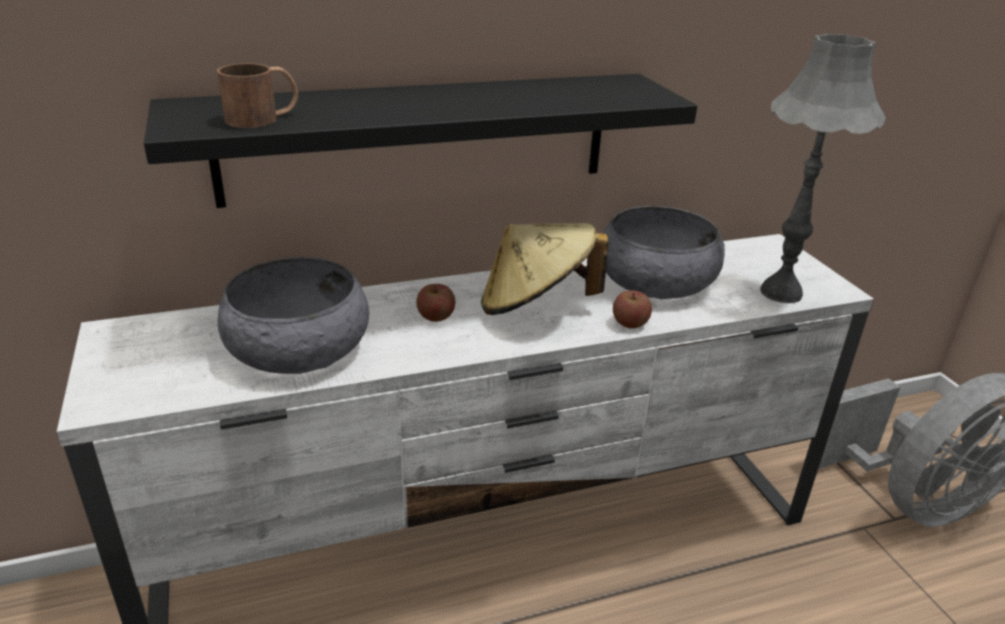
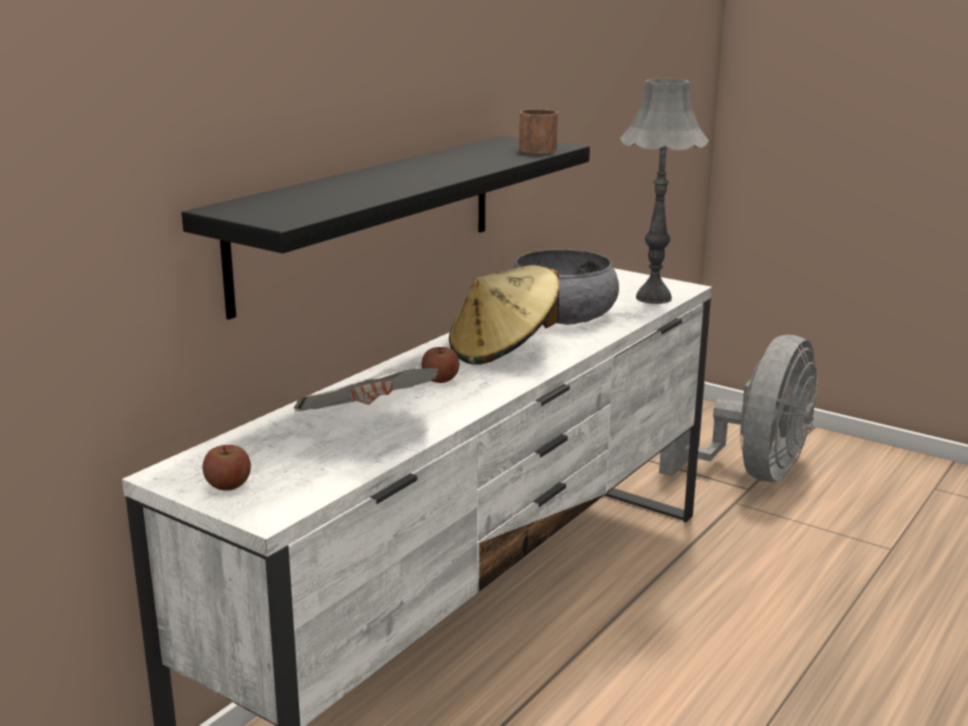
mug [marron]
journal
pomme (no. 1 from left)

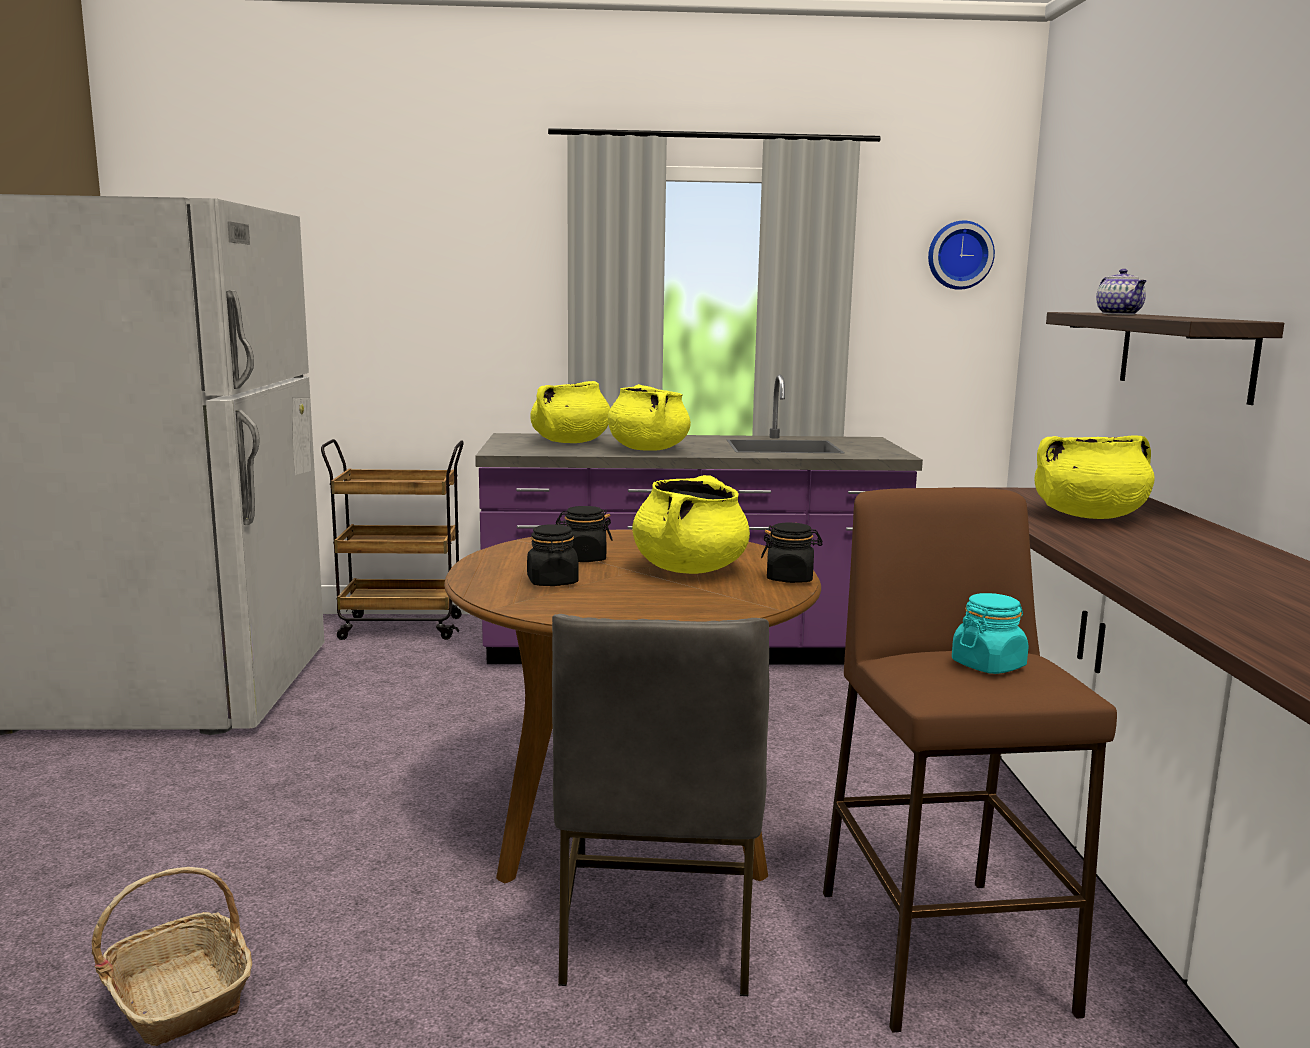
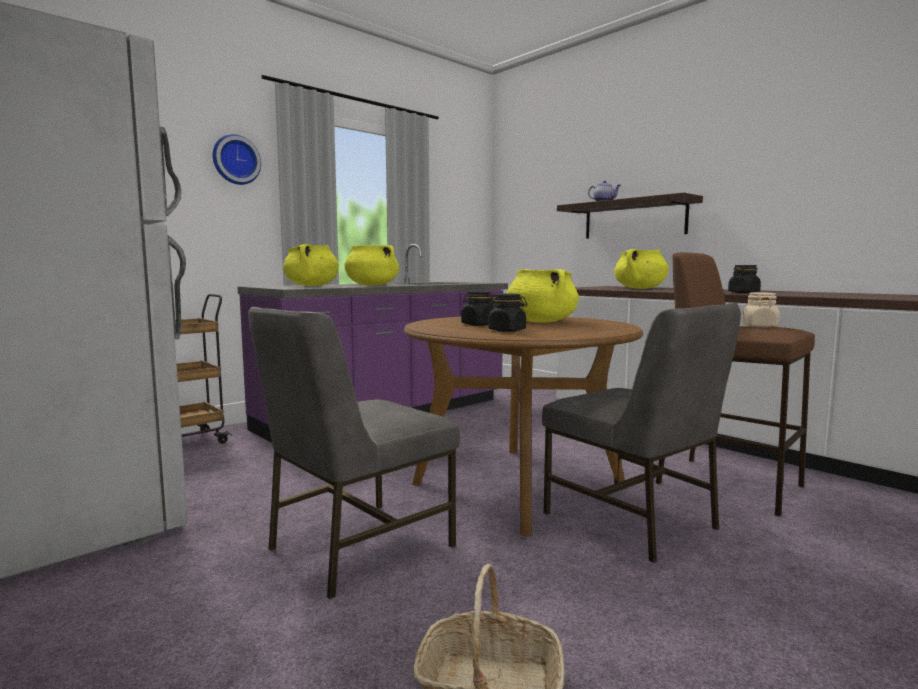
bocal [noir] (no. 3 from left)
horloge murale
bocal [beige]
chaise [gris] (no. 1 from left)

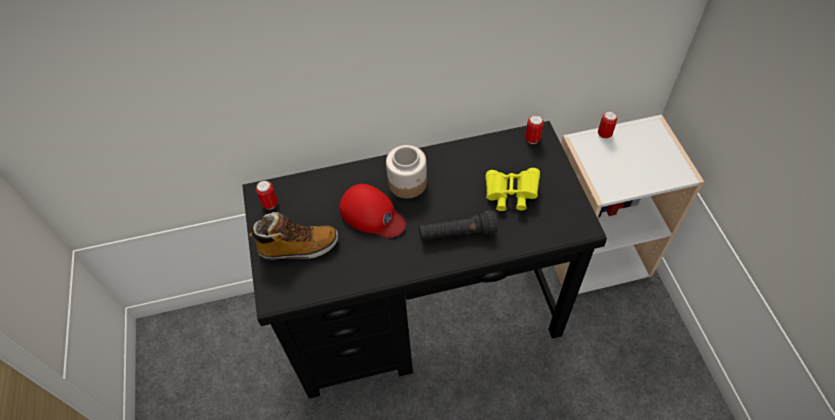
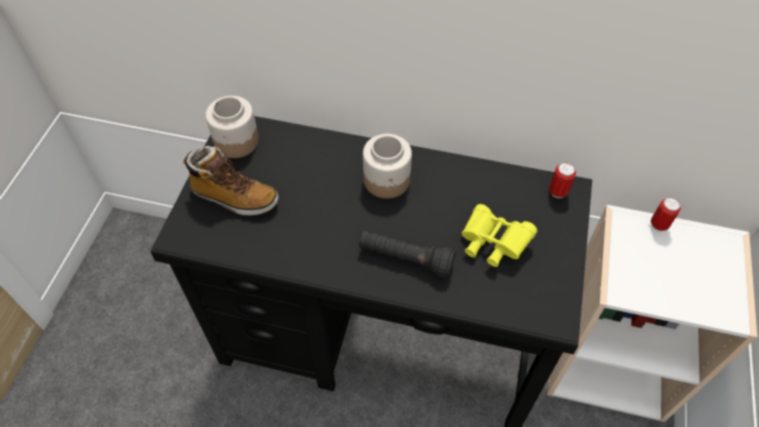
bocal (no. 1 from left)
casquette [rouge]

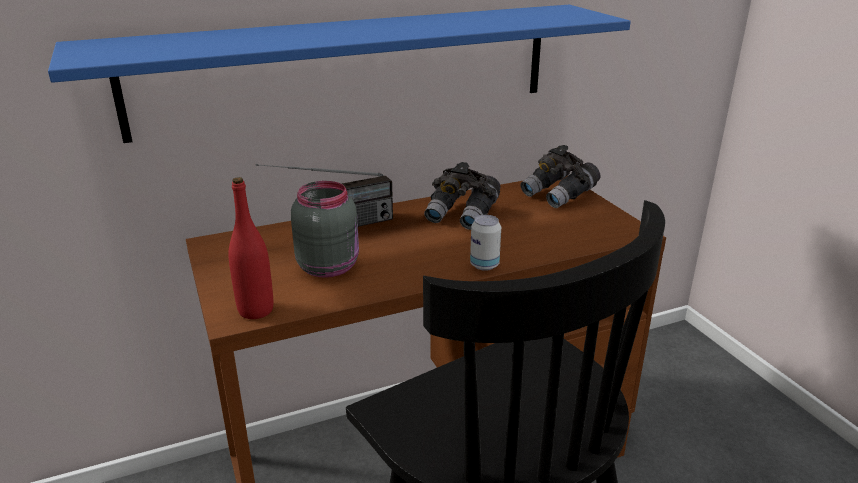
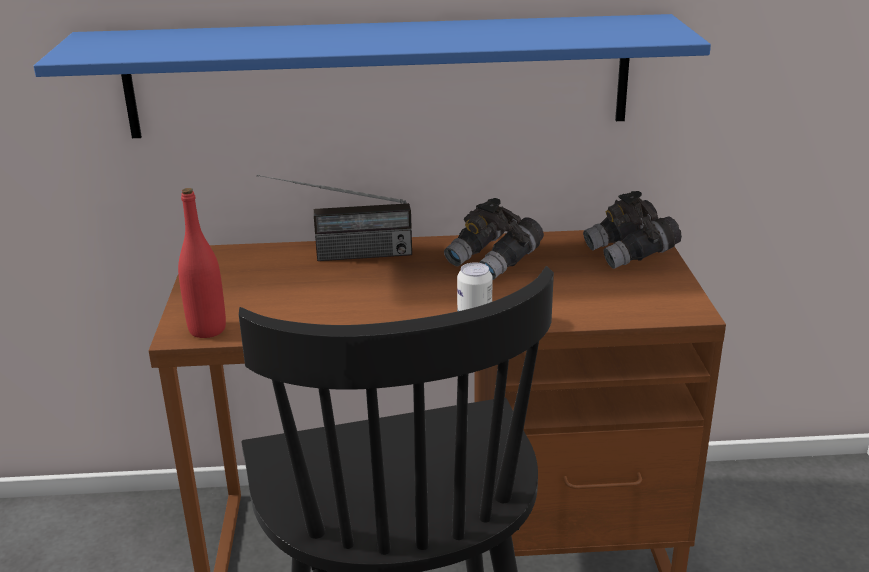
bocal [gris]

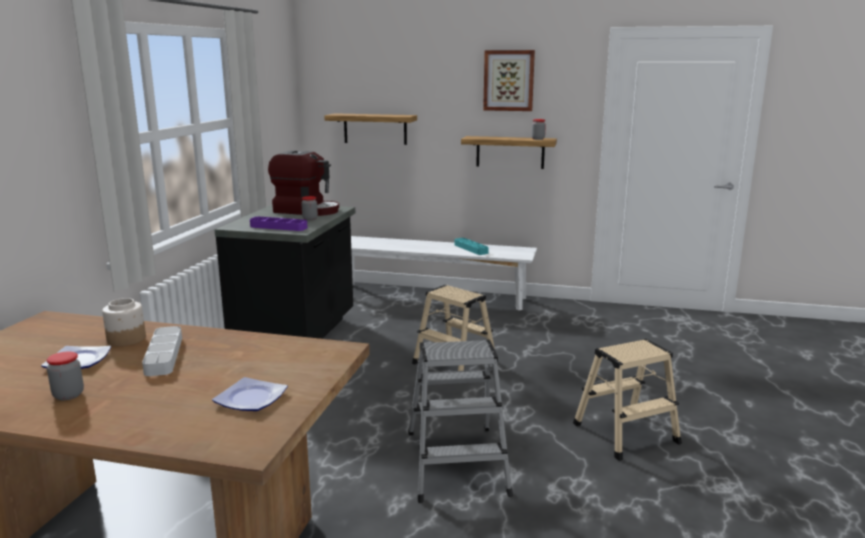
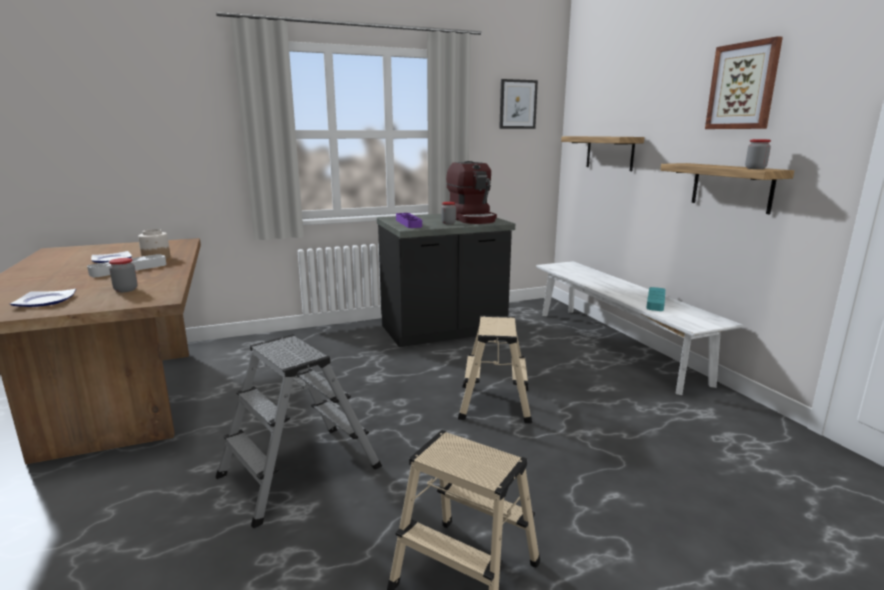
bocal (no. 1 from left)
tableau (no. 1 from left)

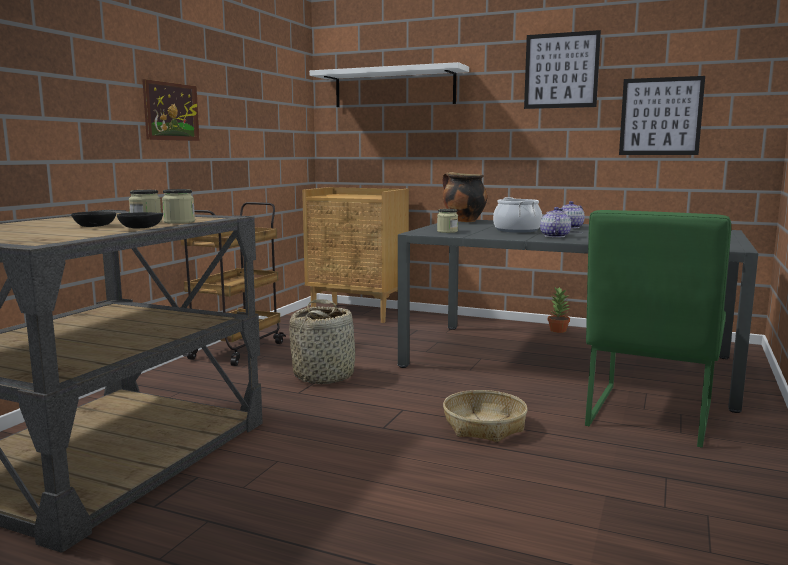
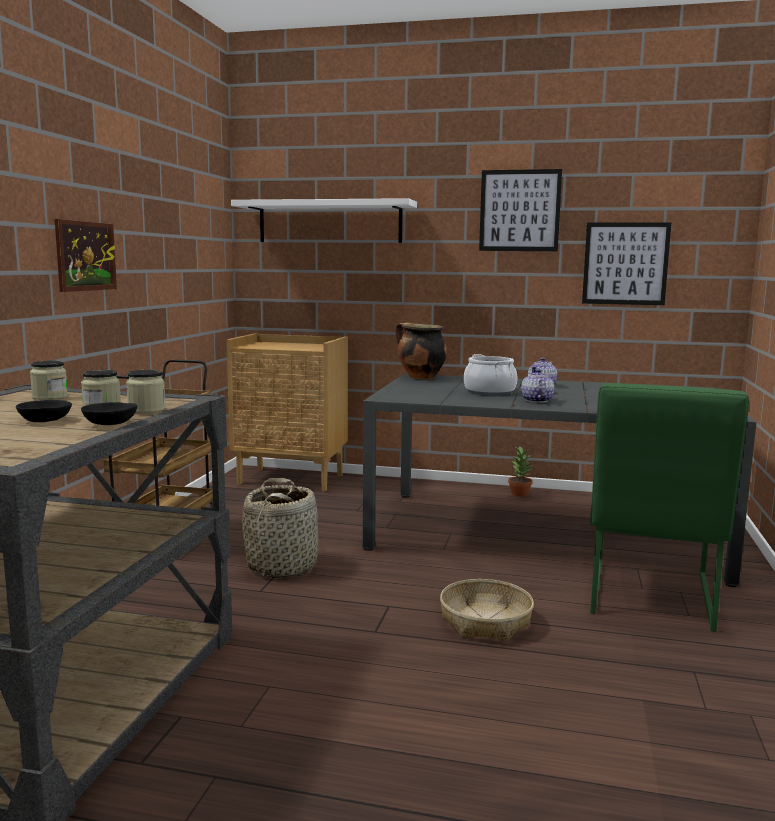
bocal (no. 1 from left)

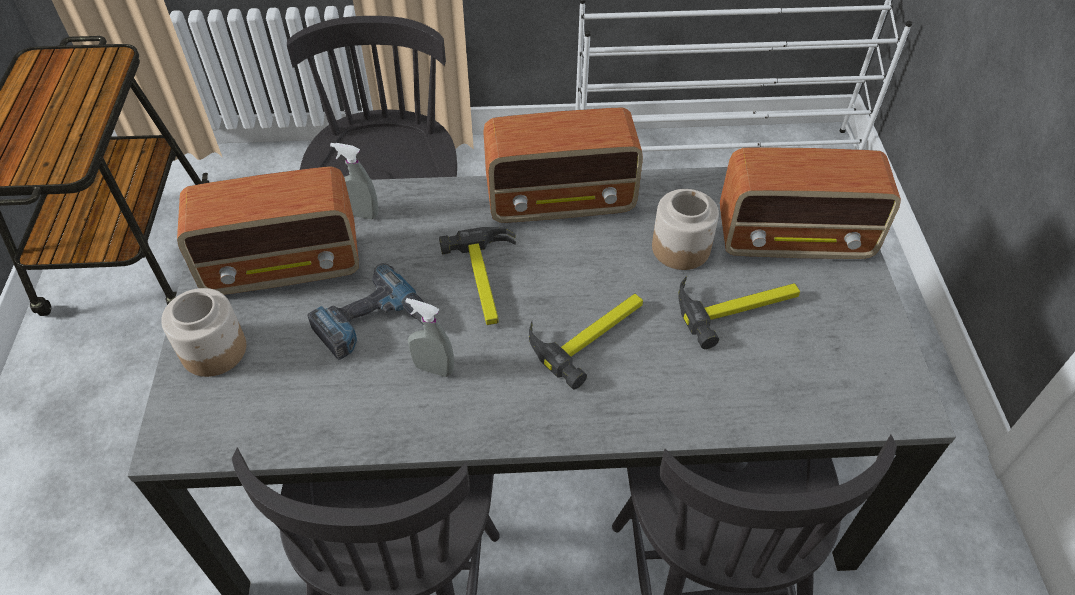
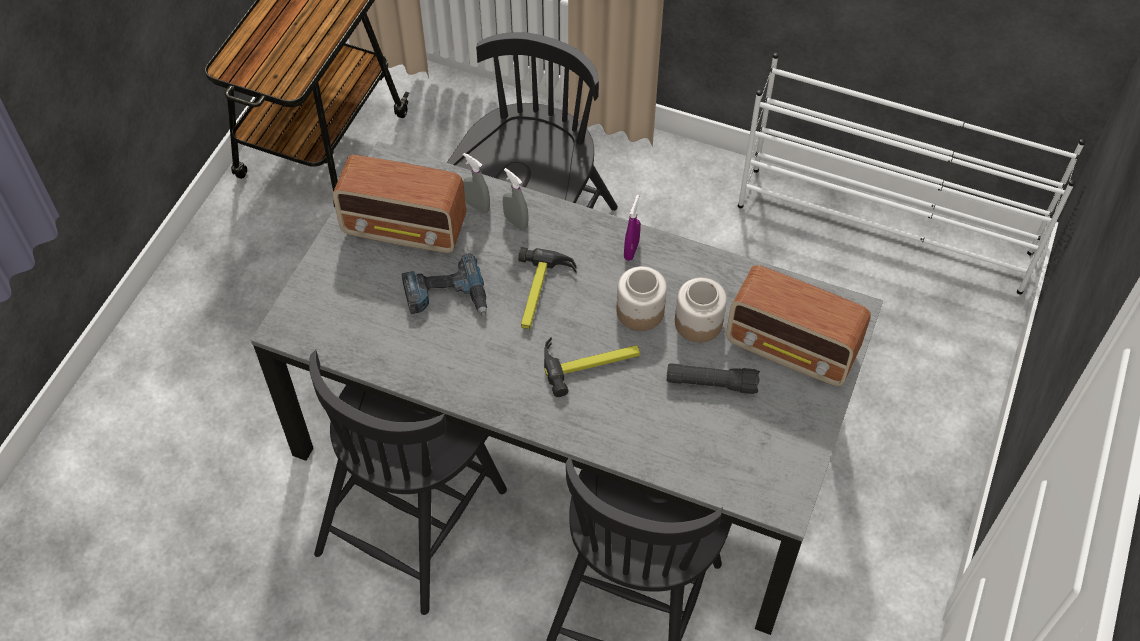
bocal (no. 1 from left)
vaporisateur [gris] (no. 2 from left)
vaporisateur [violet]
lampe de poche [noir]

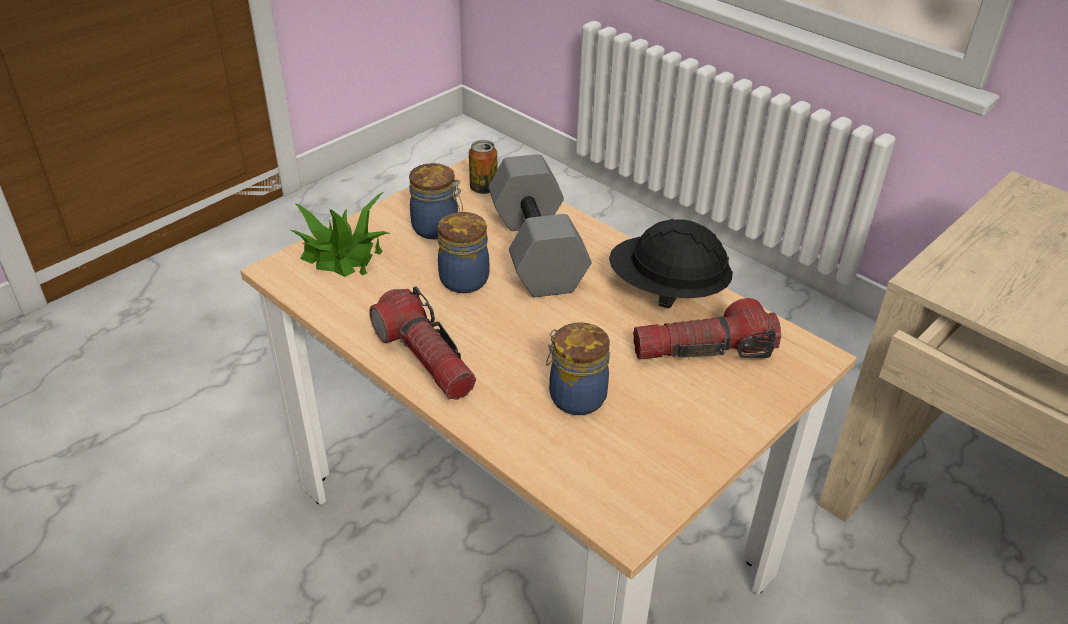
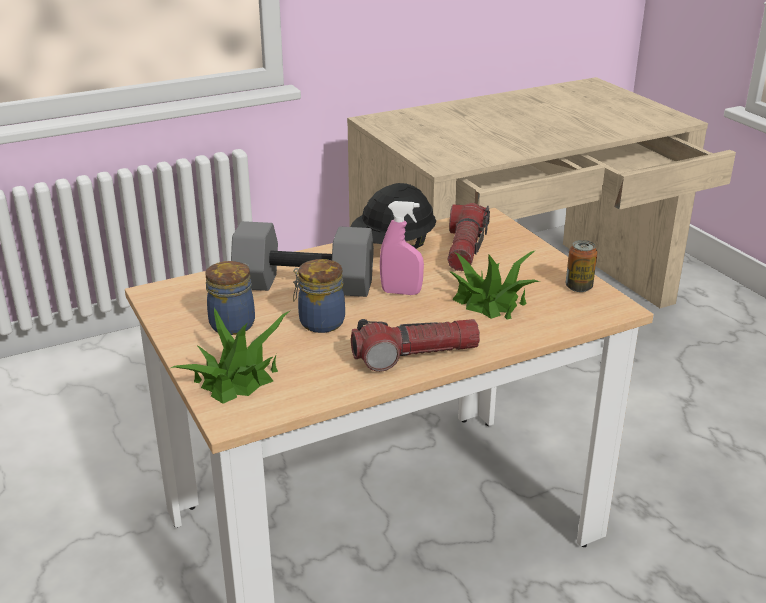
boîte métallique
plante en pot (no. 2 from left)
vaporisateur [rose]

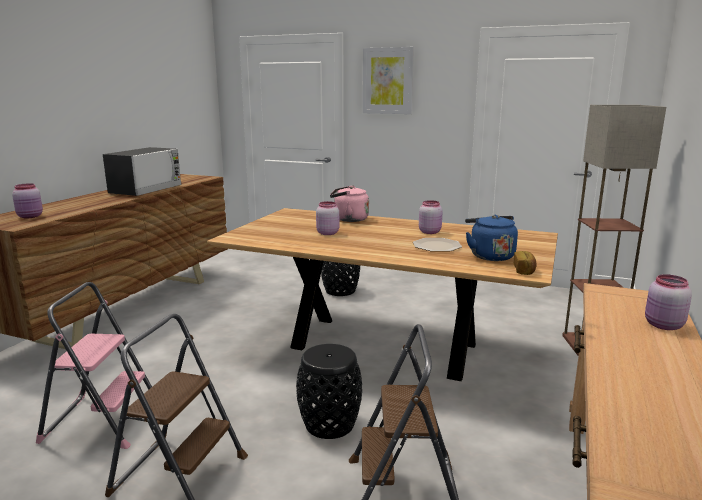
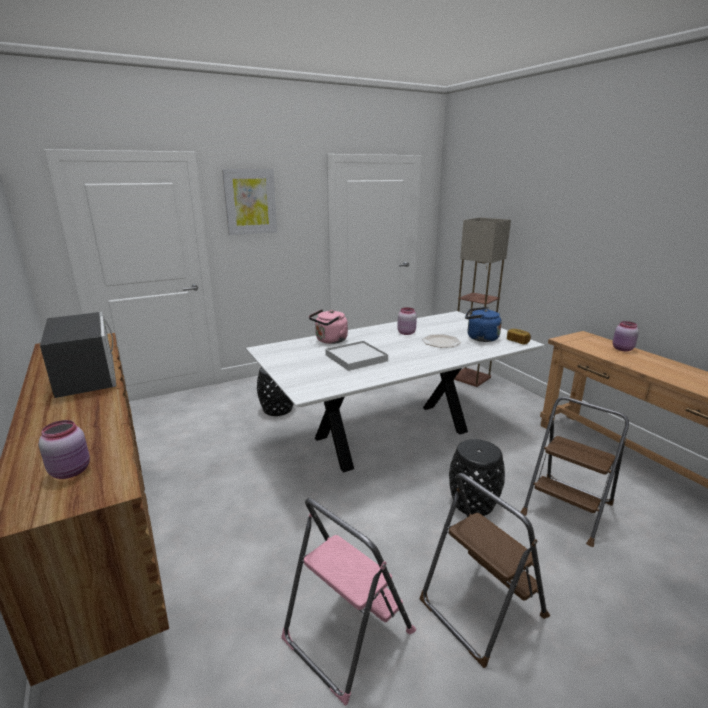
table à manger [blanc]
plateau [blanc]

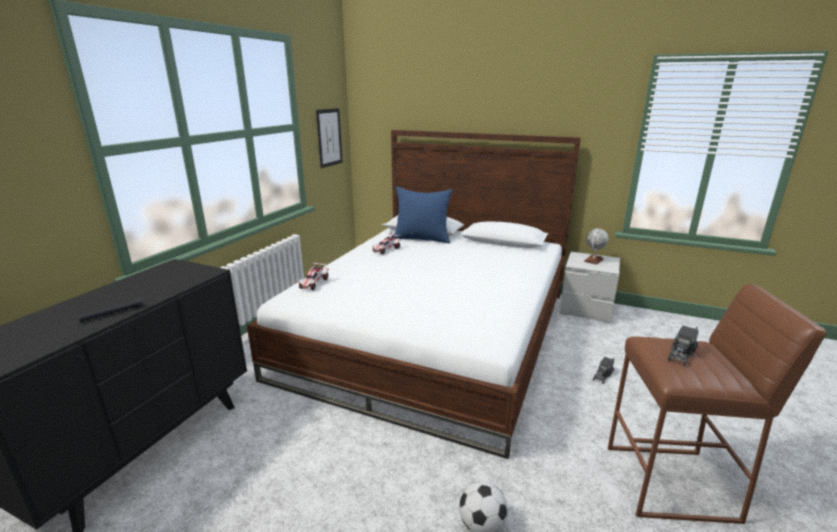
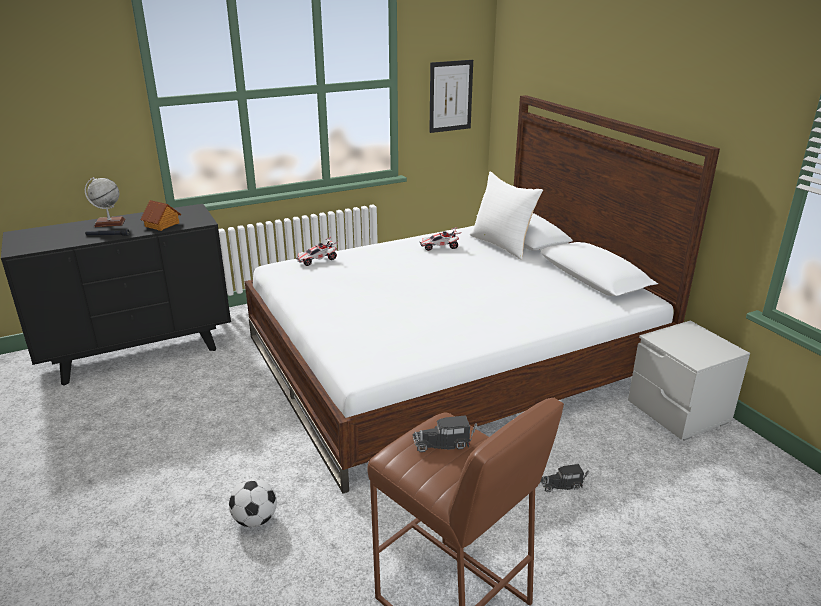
coussin [blanc]
globe
maison miniature

